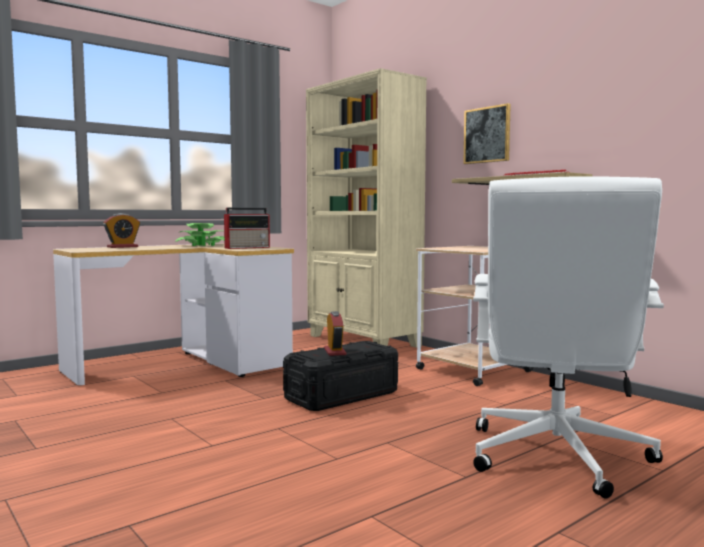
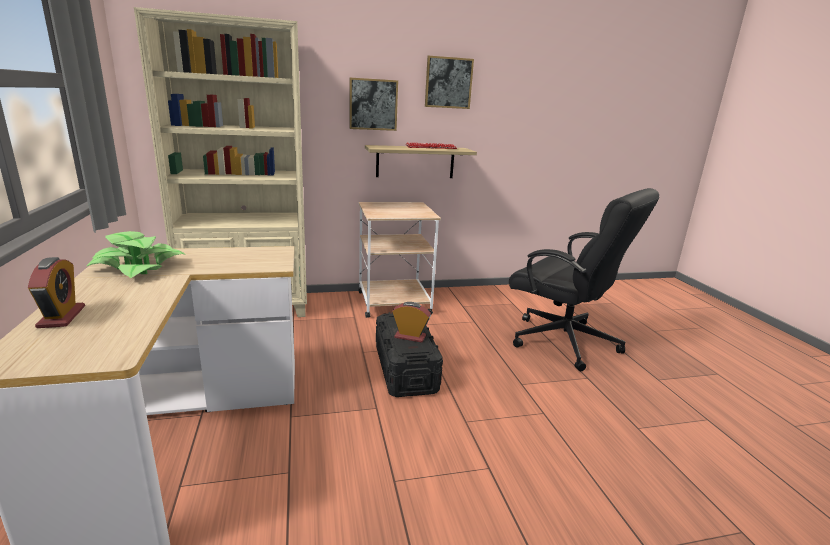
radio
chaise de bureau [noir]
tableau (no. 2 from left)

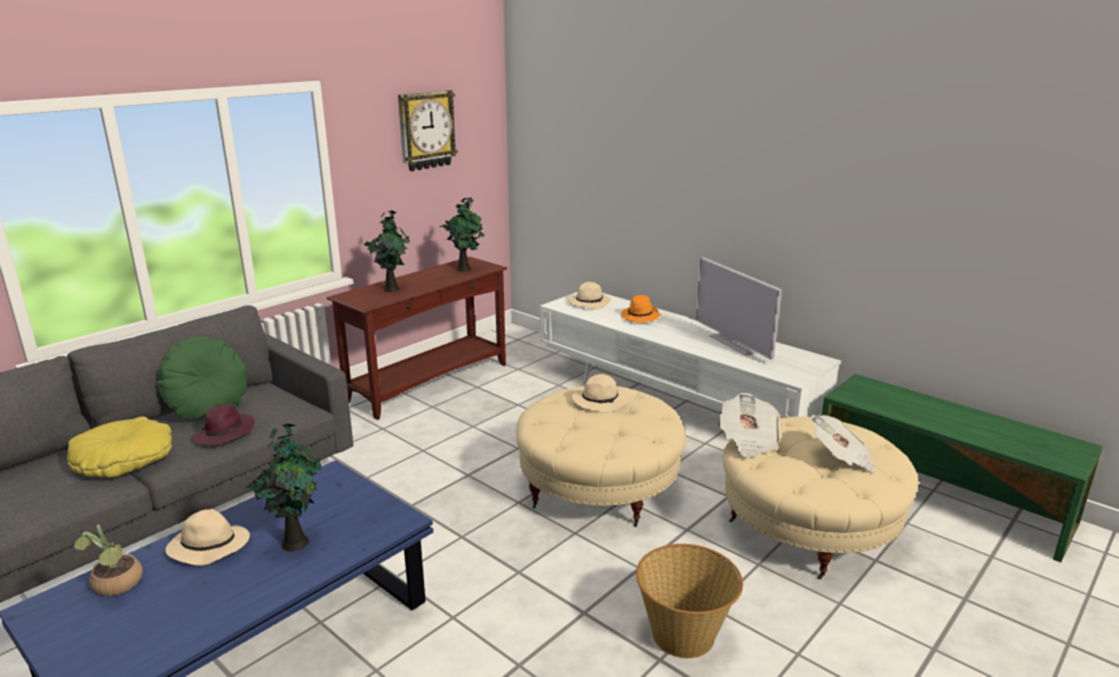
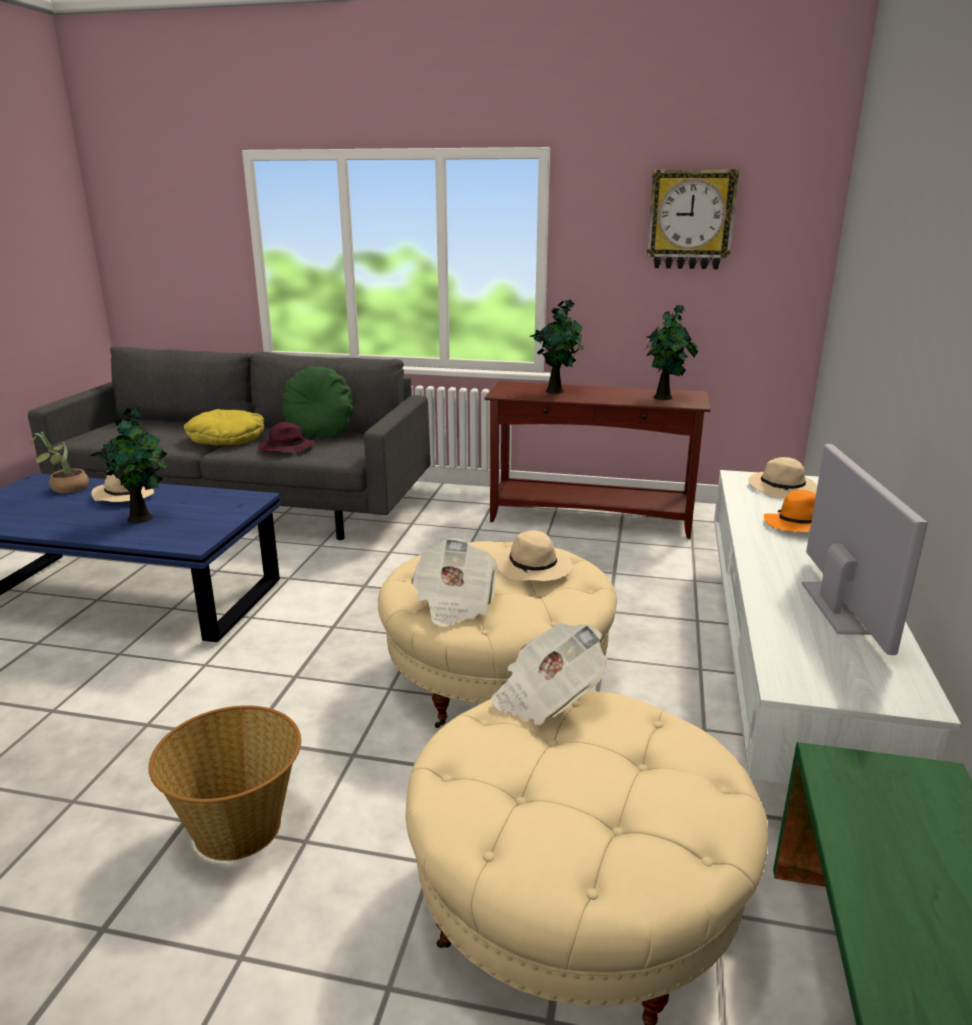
téléviseur
journal (no. 1 from left)

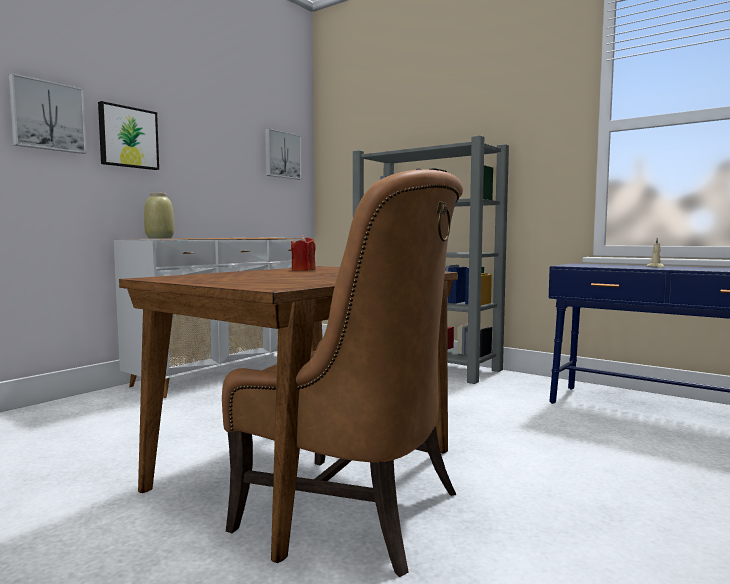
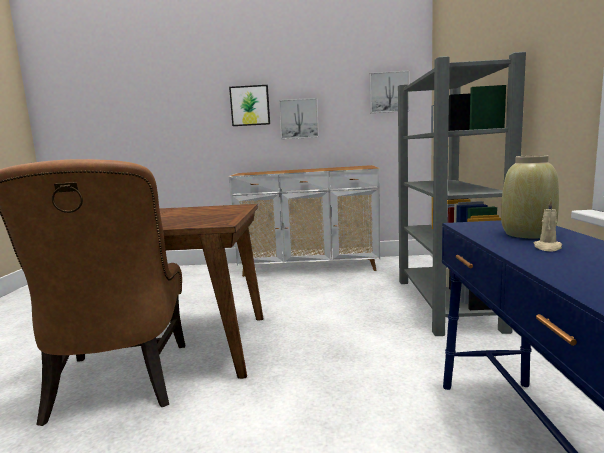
tableau (no. 2 from left)
vase [beige]
bougie [rouge]

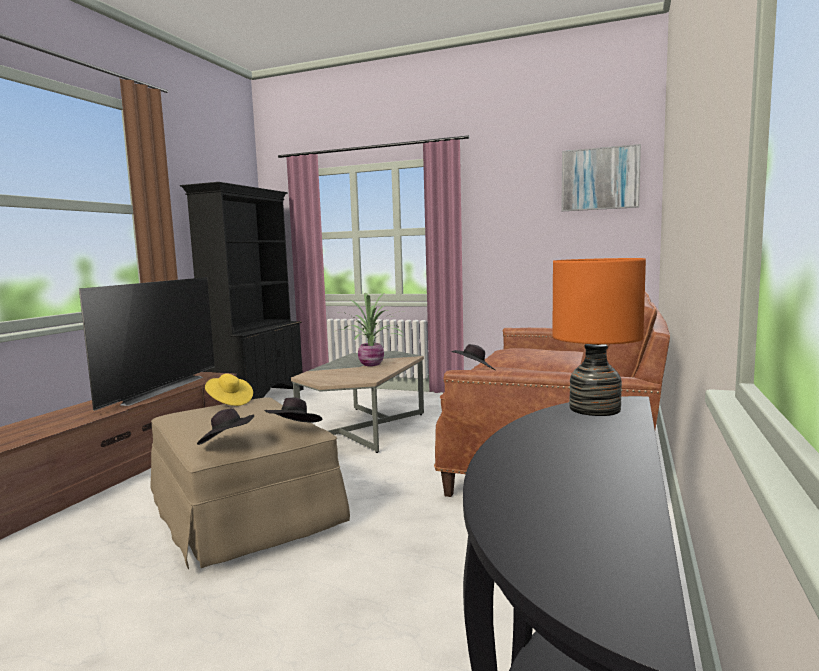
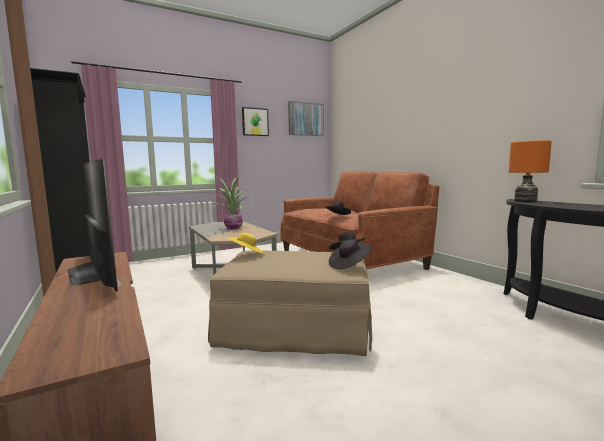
tableau (no. 1 from left)

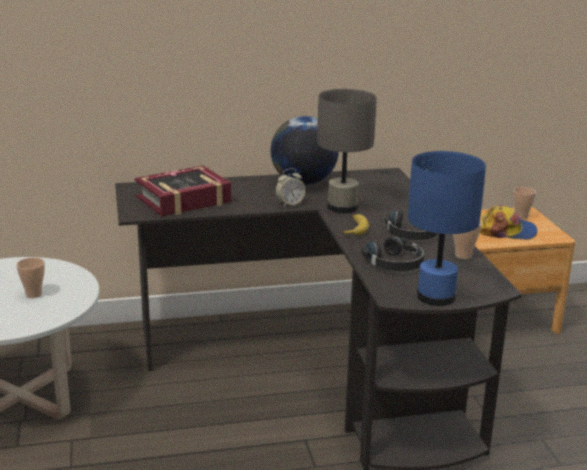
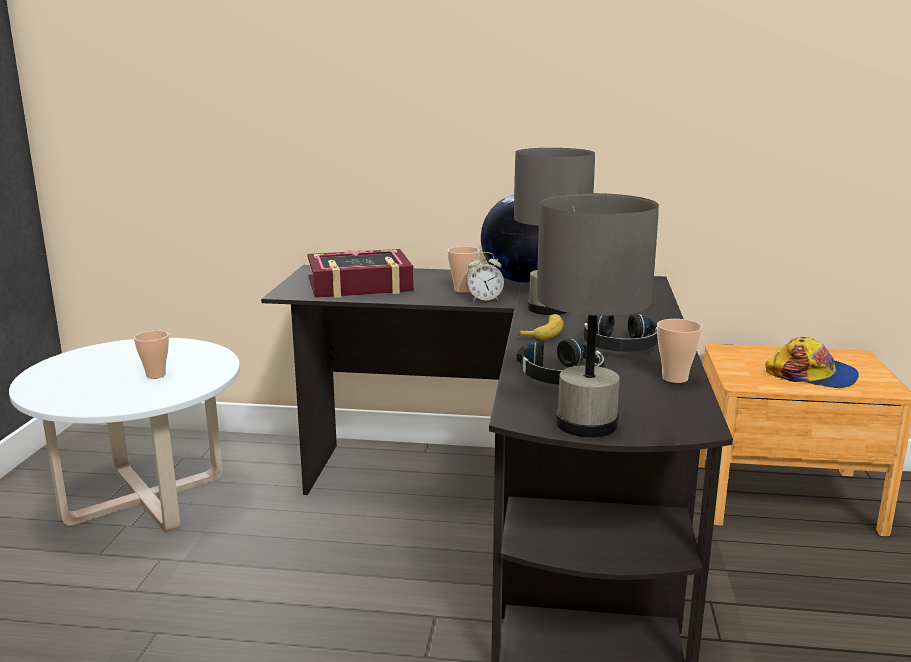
lampe de table [gris] (no. 2 from left)
tasse (no. 2 from left)

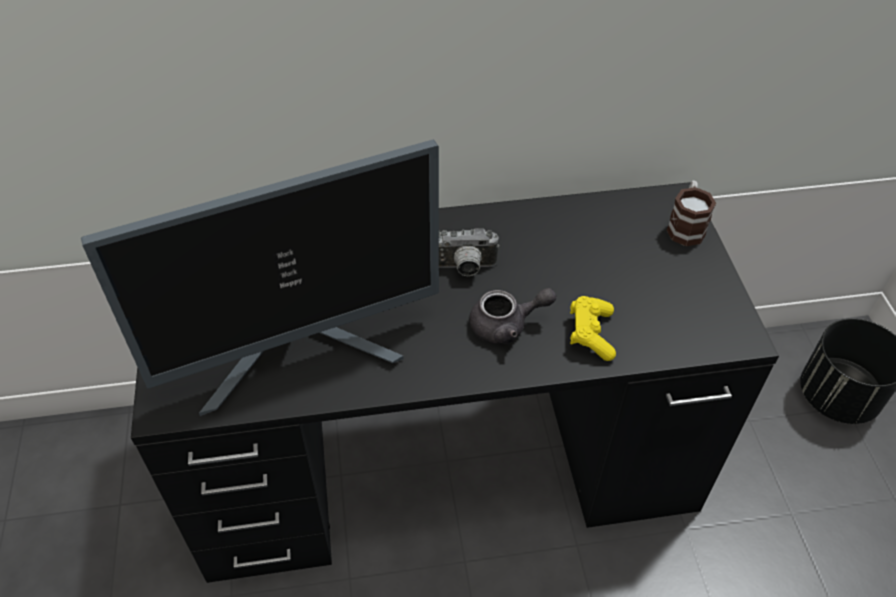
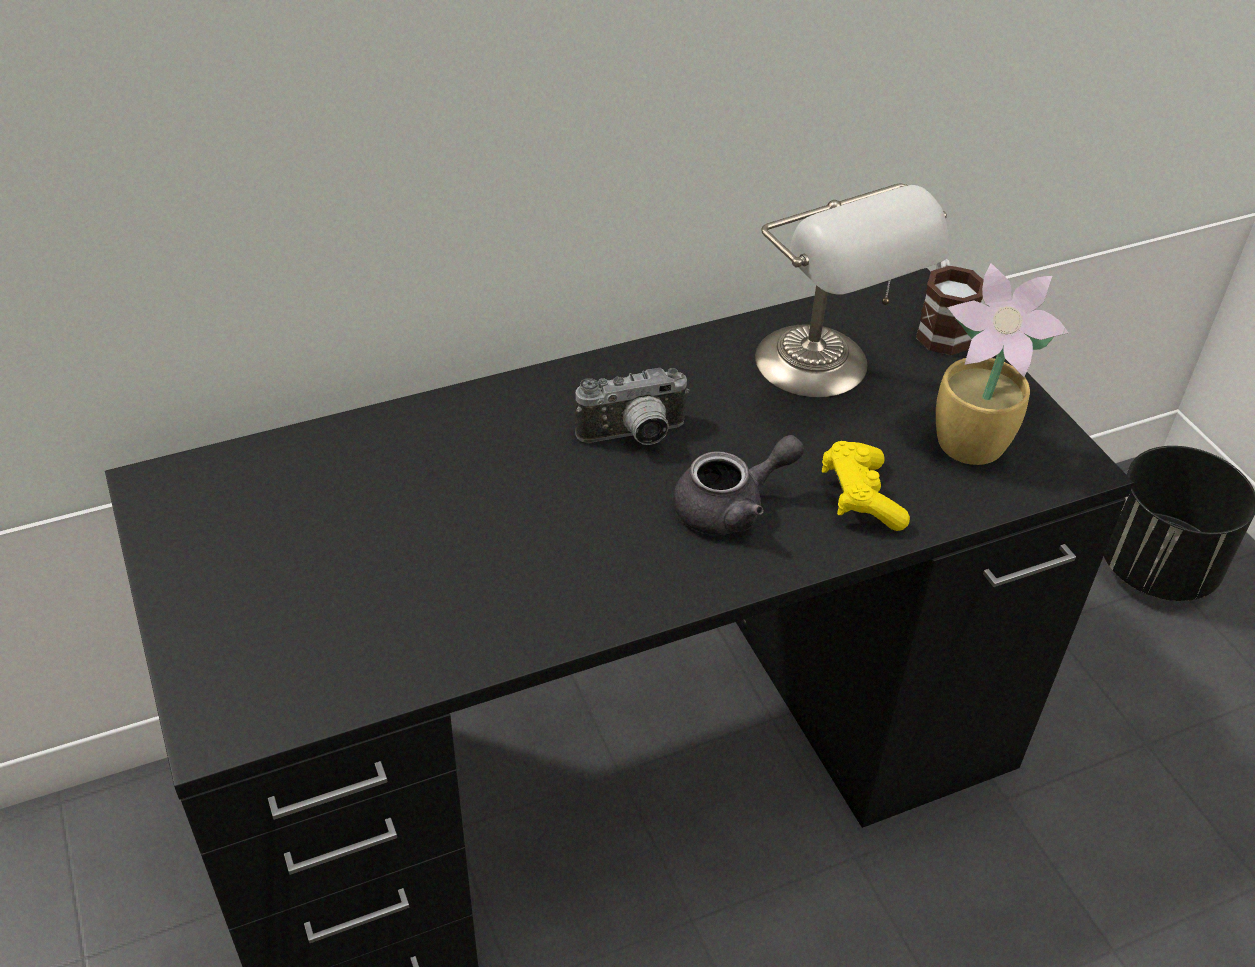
écran d'ordinateur
lampe de table [blanc]
plante en pot

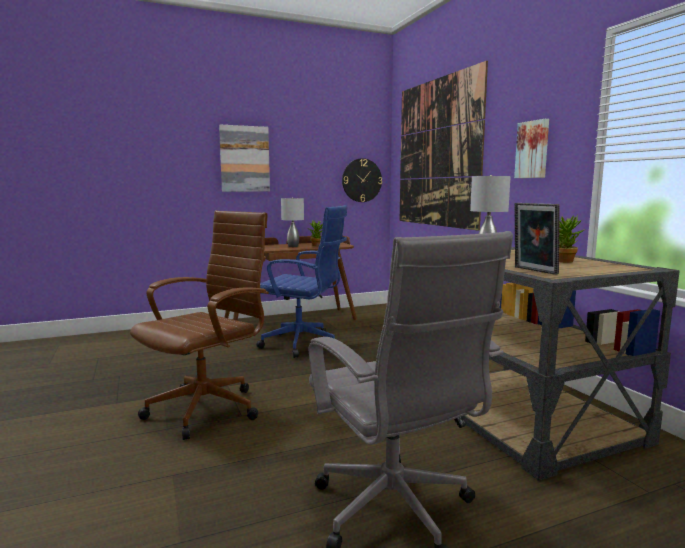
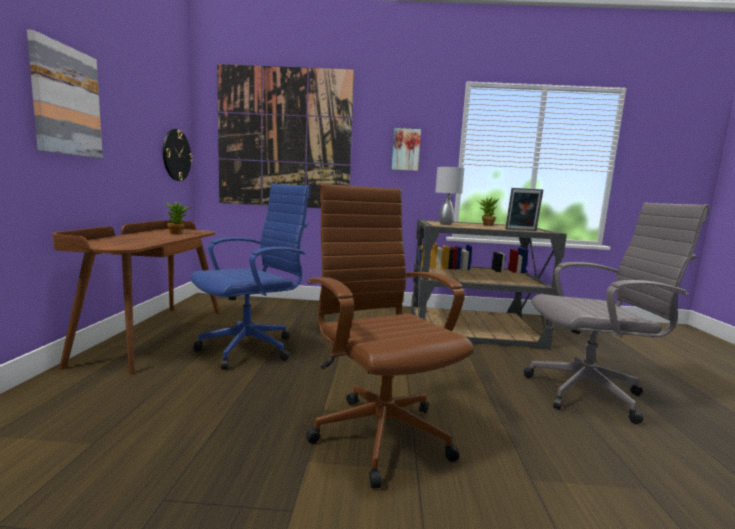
lampe de table [gris] (no. 1 from left in the first image)

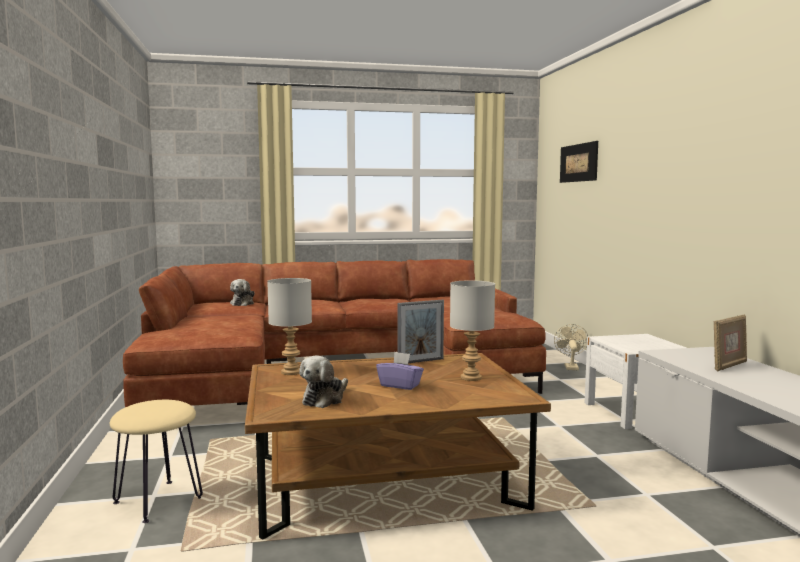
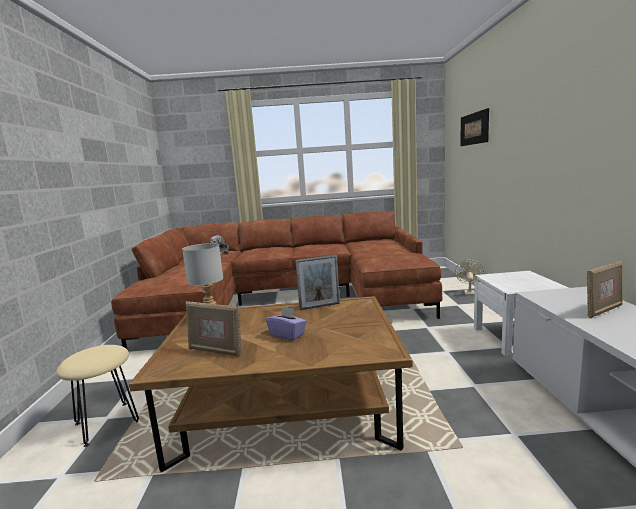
cadre photo (no. 1 from left)
lampe de table [gris] (no. 2 from left in the first image)

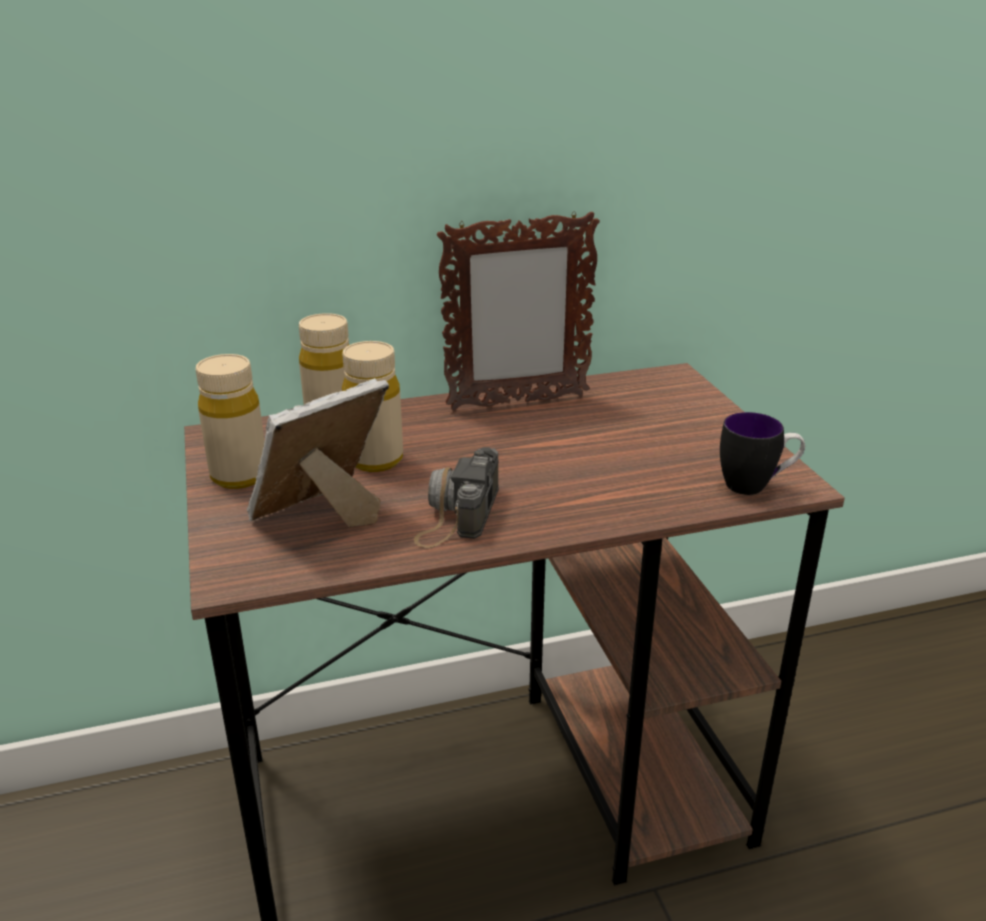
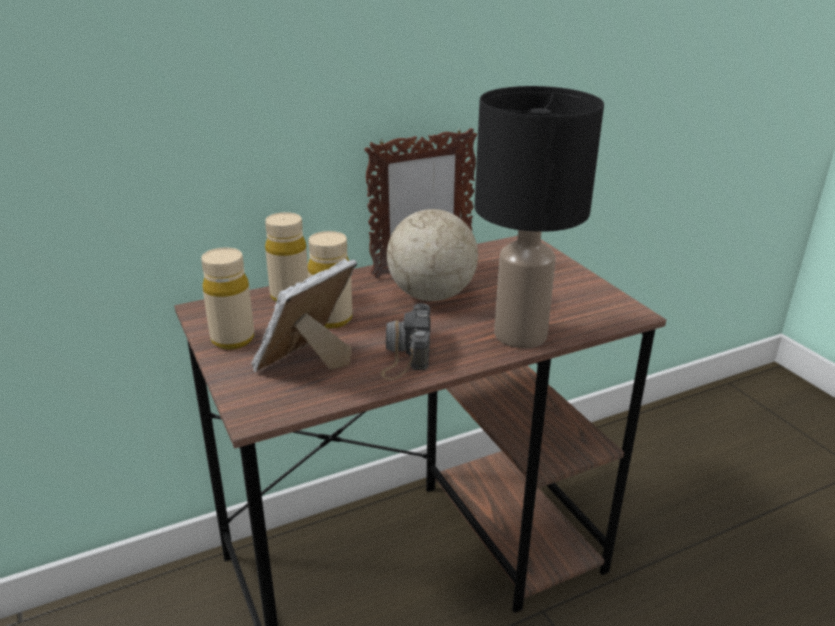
mug
globe
lampe de table [noir]

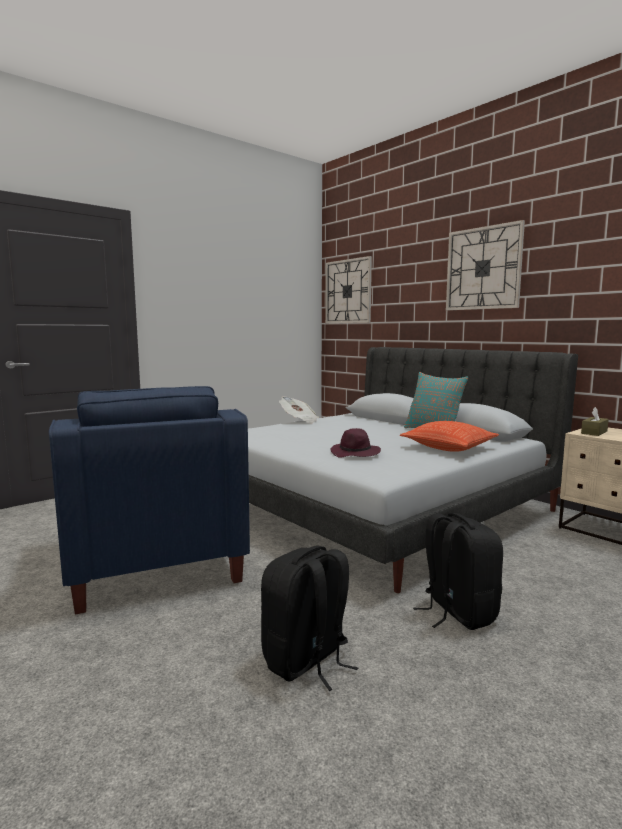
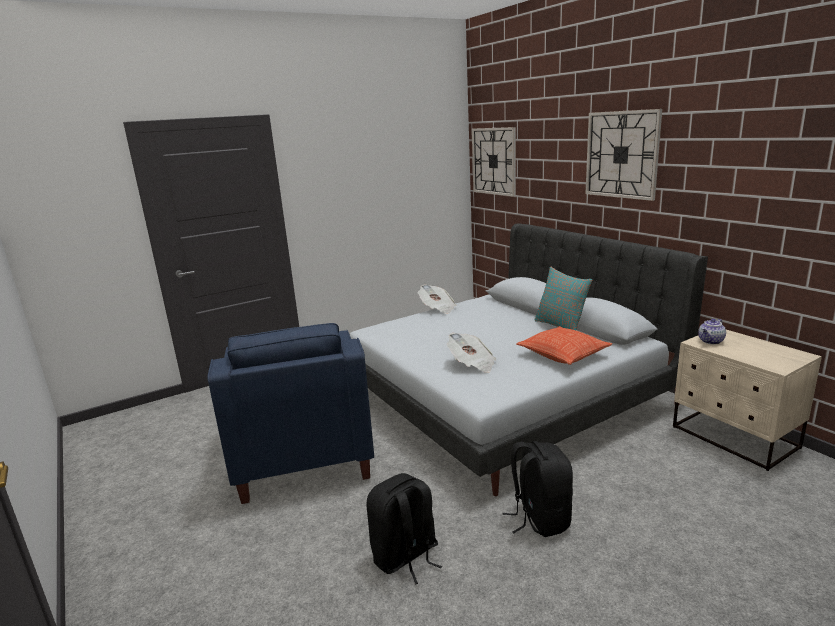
journal (no. 2 from left)
théière

